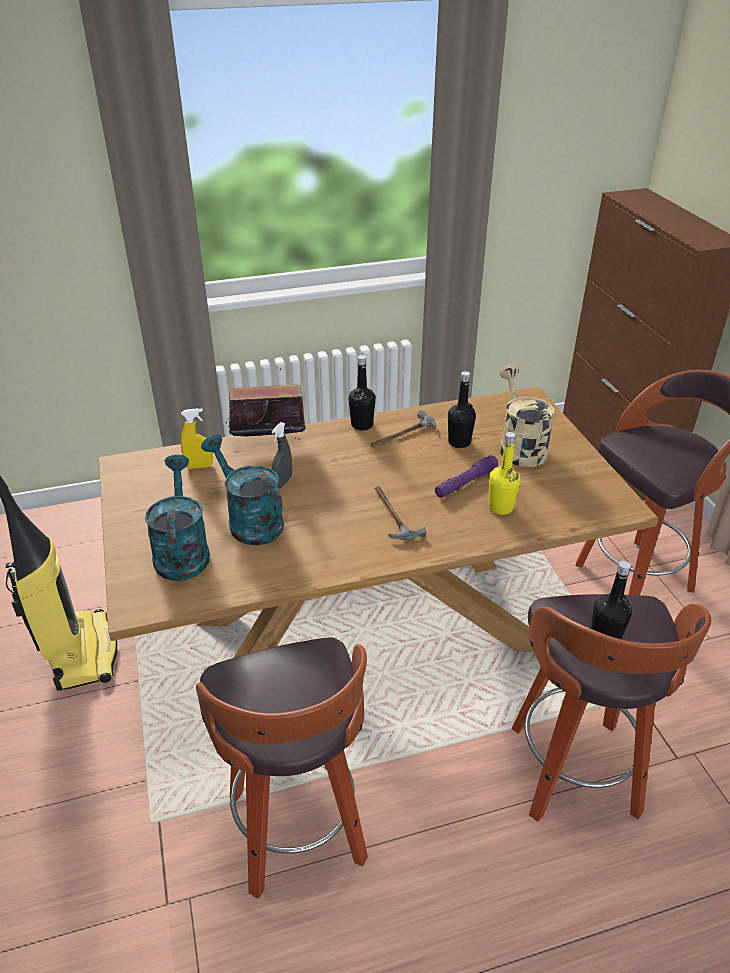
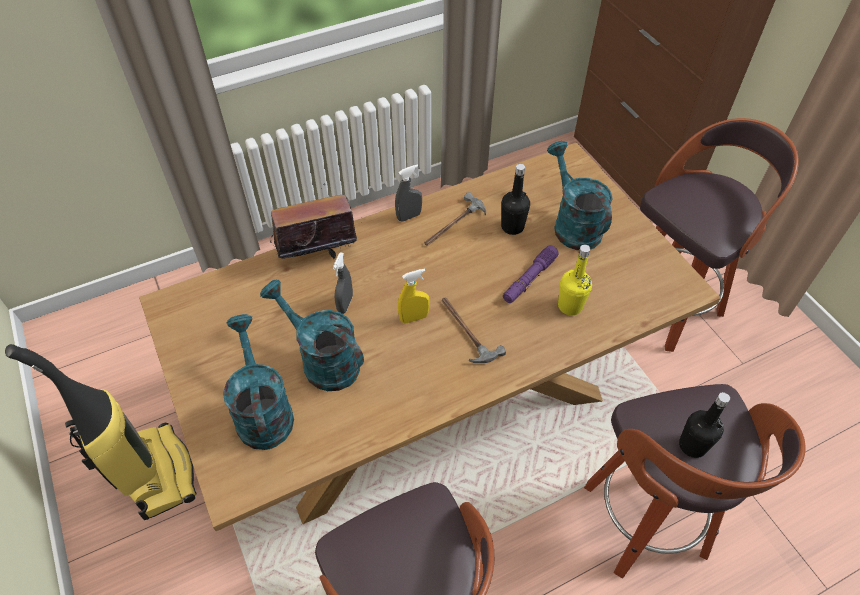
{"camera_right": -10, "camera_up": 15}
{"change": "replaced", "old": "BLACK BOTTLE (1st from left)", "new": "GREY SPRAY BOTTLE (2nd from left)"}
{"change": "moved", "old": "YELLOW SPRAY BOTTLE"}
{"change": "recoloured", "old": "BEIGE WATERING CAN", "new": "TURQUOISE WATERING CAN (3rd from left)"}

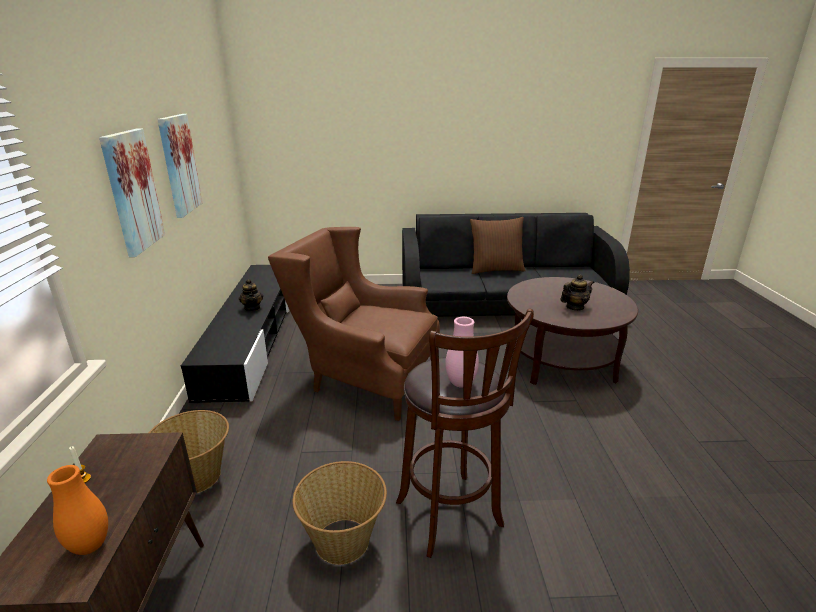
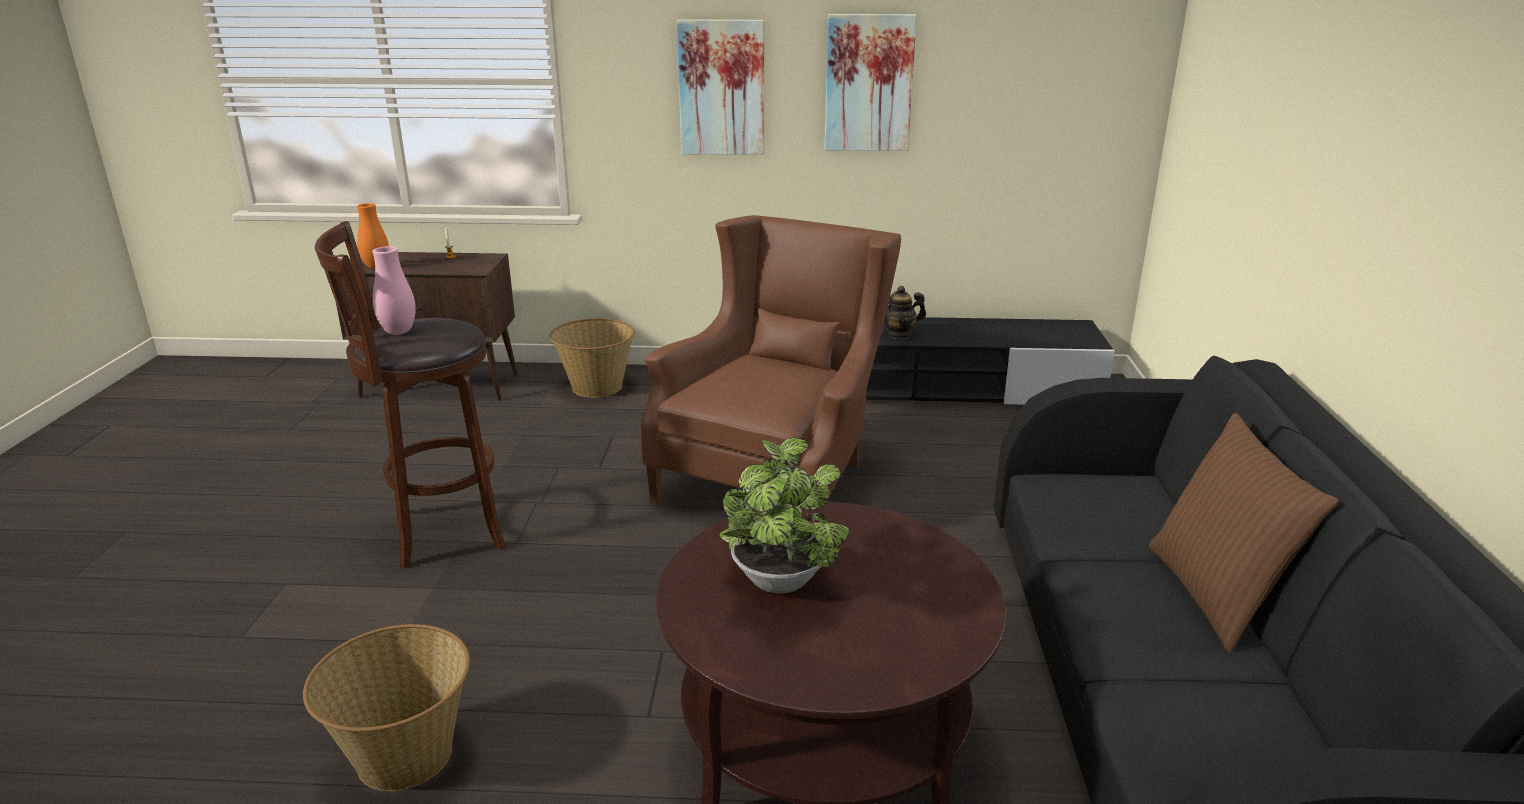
{"camera_right": 95, "camera_up": 0}
{"change": "moved", "old": "BASKET (2nd from left in the first image)", "new": "BASKET (1st from left)"}
{"change": "replaced", "old": "TEAPOT (2nd from left)", "new": "POTTED PLANT"}

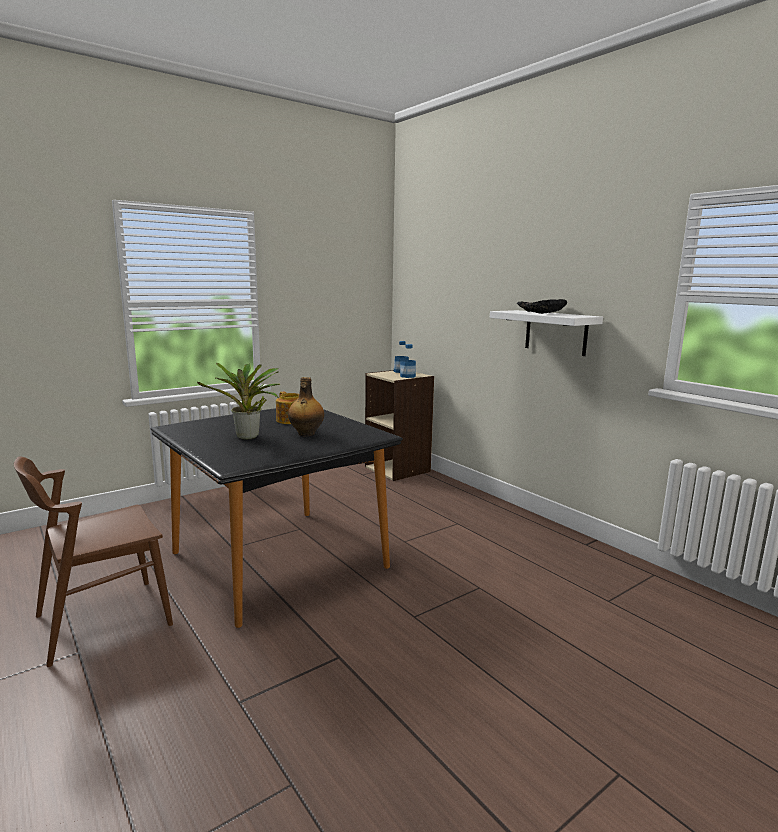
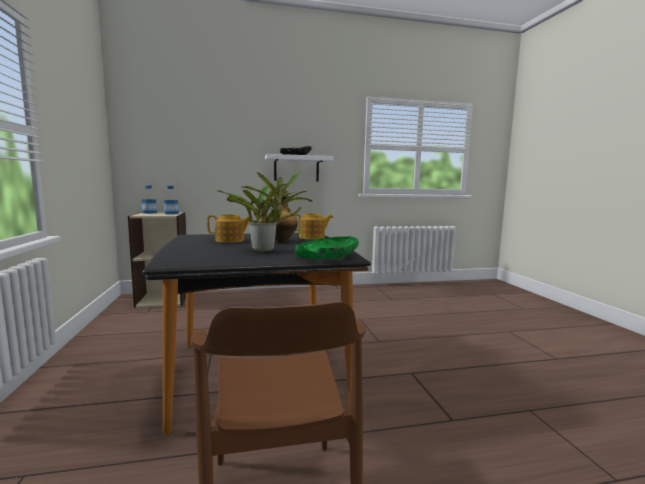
{"camera_right": -65, "camera_up": -5}
{"change": "added", "new": "TEAPOT (2nd from left)"}
{"change": "added", "new": "GREEN BOWL"}

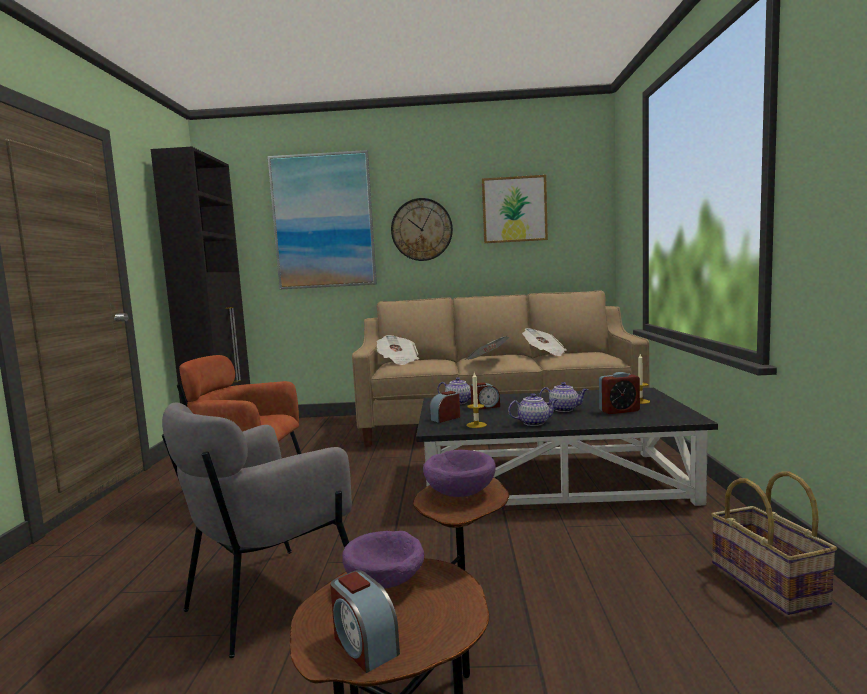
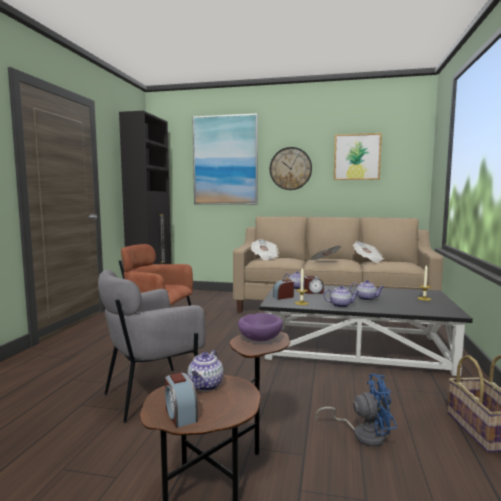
{"camera_right": 10, "camera_up": 0}
{"change": "replaced", "old": "PURPLE BOWL (1st from left)", "new": "TEAPOT (1st from left)"}
{"change": "added", "new": "BLUE FAN"}
{"change": "removed", "old": "ALARM CLOCK (4th from left)"}

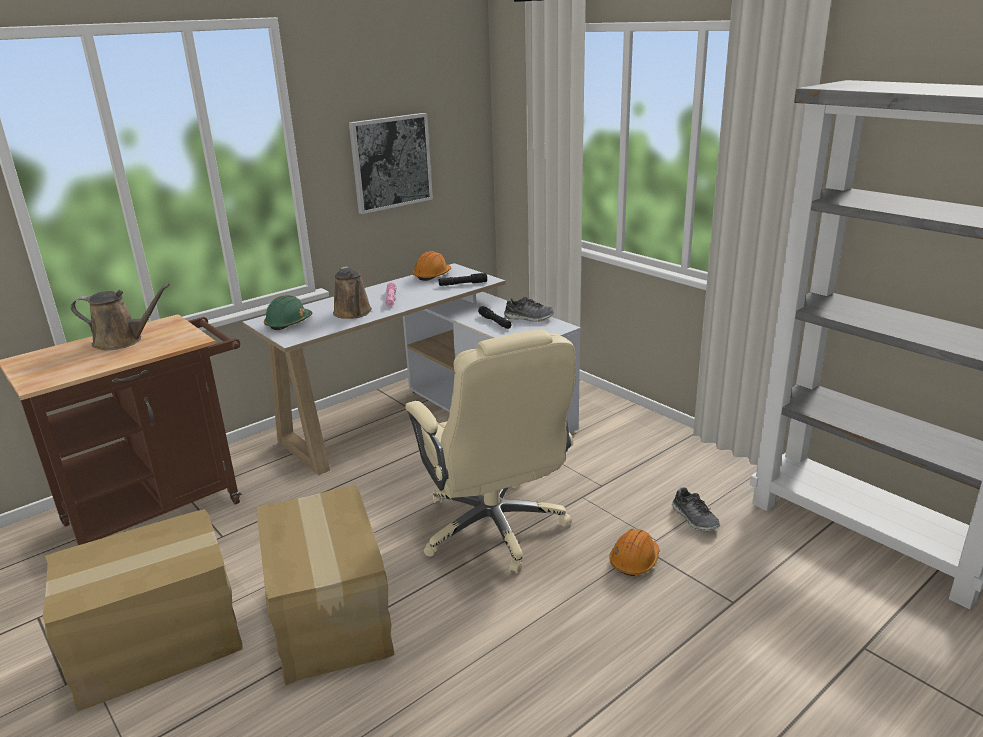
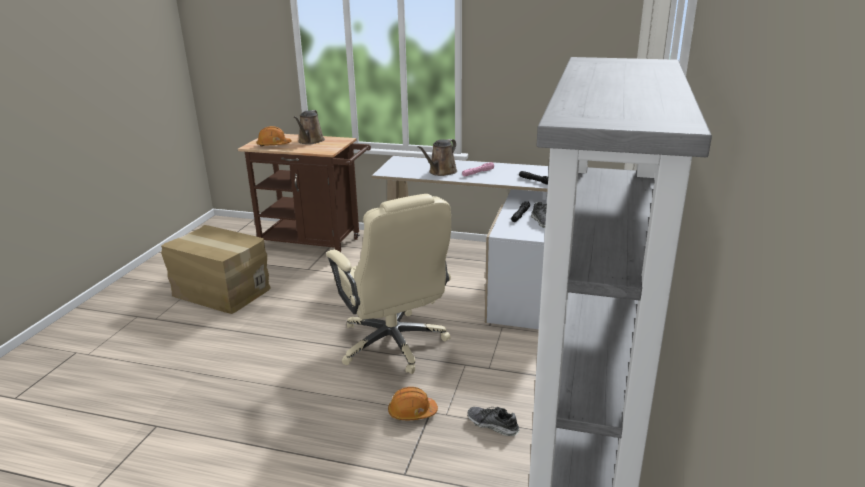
{"camera_right": 55, "camera_up": 0}
{"change": "moved", "old": "ORANGE HARD HAT (1st from left)"}
{"change": "turned", "old": "BROWN WATERING CAN (1st from left)", "degrees": 45}
{"change": "turned", "old": "BEIGE OFFICE CHAIR", "degrees": -60}
{"change": "turned", "old": "SHOE (2nd from left in the first image)", "degrees": 90}
{"change": "removed", "old": "CARDBOARD BOX (2nd from left)"}
{"change": "removed", "old": "GREEN HARD HAT"}
{"change": "removed", "old": "PICTURE"}

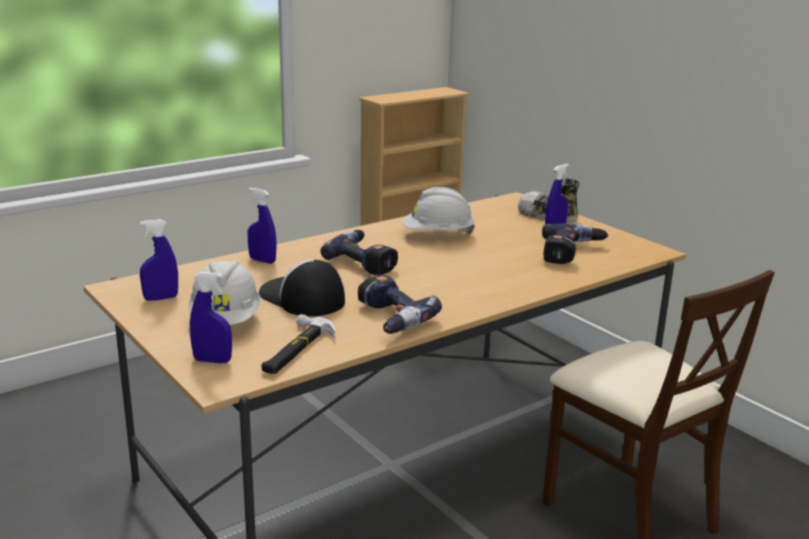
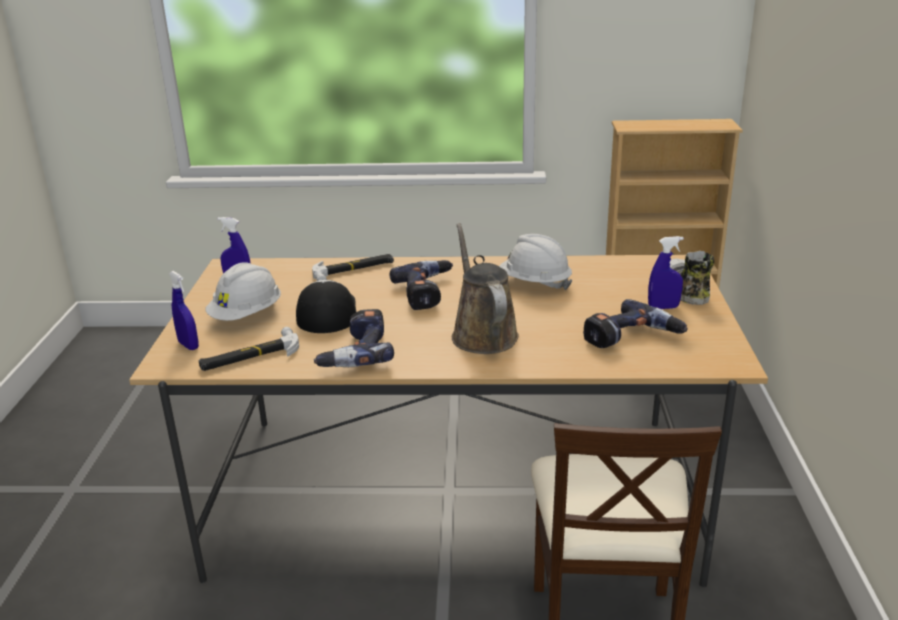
{"camera_right": 40, "camera_up": 5}
{"change": "replaced", "old": "BLUE SPRAY BOTTLE (3rd from left)", "new": "HAMMER (2nd from left)"}
{"change": "added", "new": "BROWN WATERING CAN"}

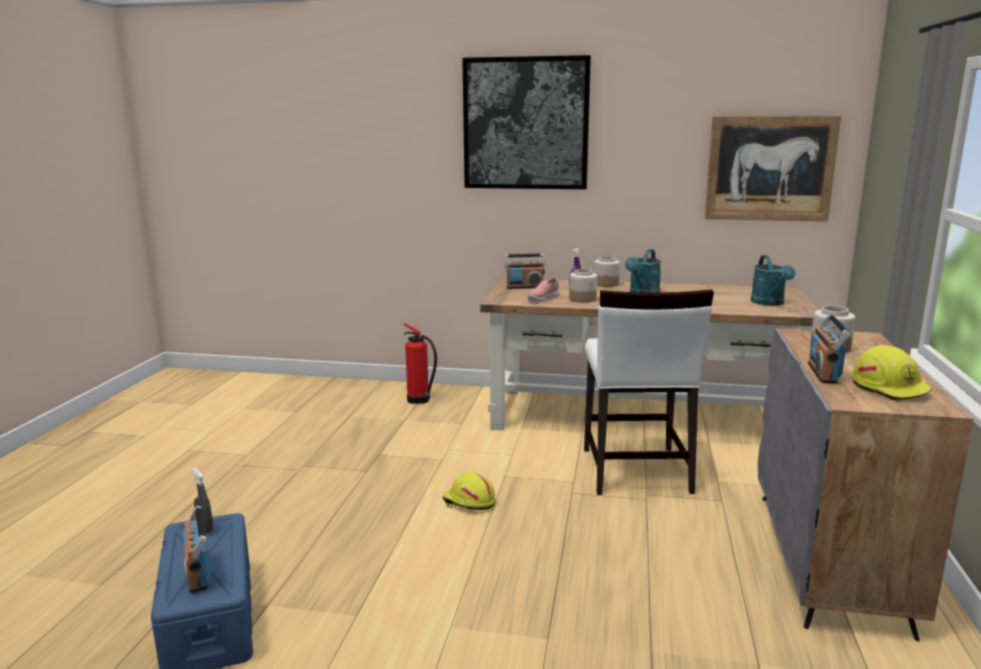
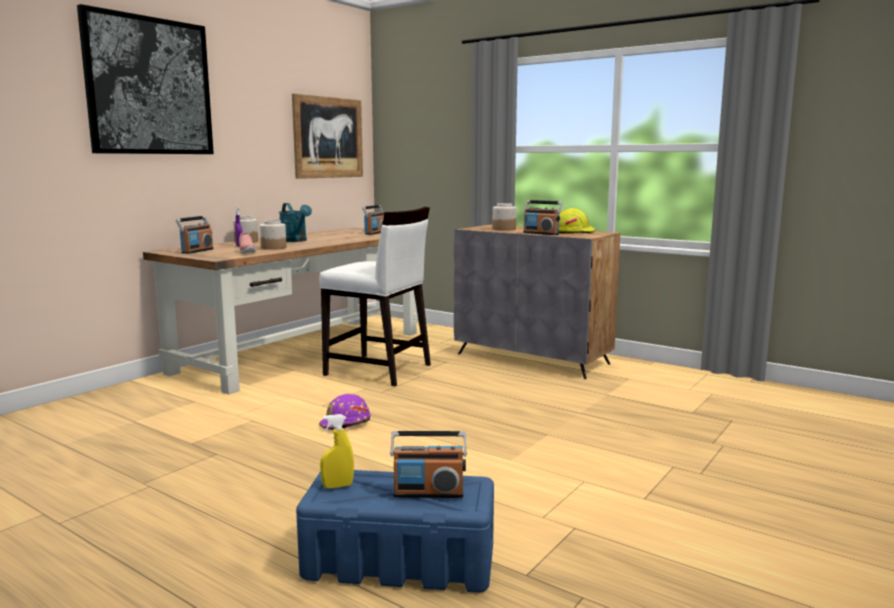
{"camera_right": -65, "camera_up": -5}
{"change": "recoloured", "old": "YELLOW HARD HAT (1st from left)", "new": "PURPLE HARD HAT"}
{"change": "recoloured", "old": "GREY SPRAY BOTTLE", "new": "YELLOW SPRAY BOTTLE"}
{"change": "replaced", "old": "TURQUOISE WATERING CAN (2nd from left)", "new": "RADIO (2nd from left)"}
{"change": "removed", "old": "FIRE EXTINGUISHER"}

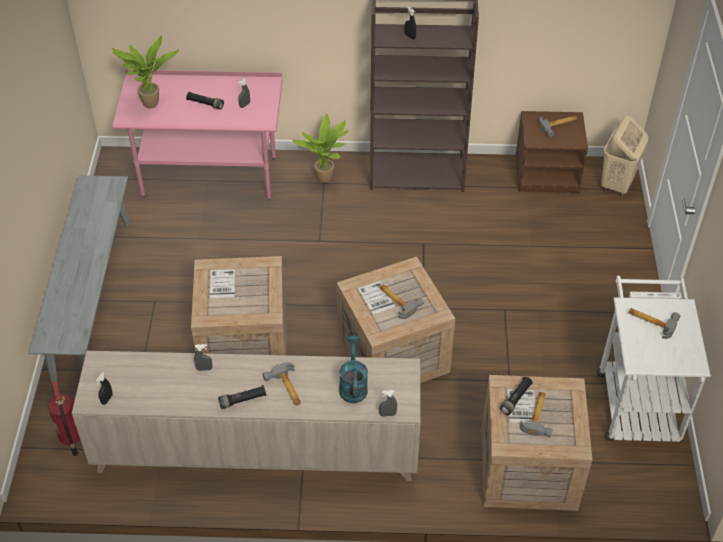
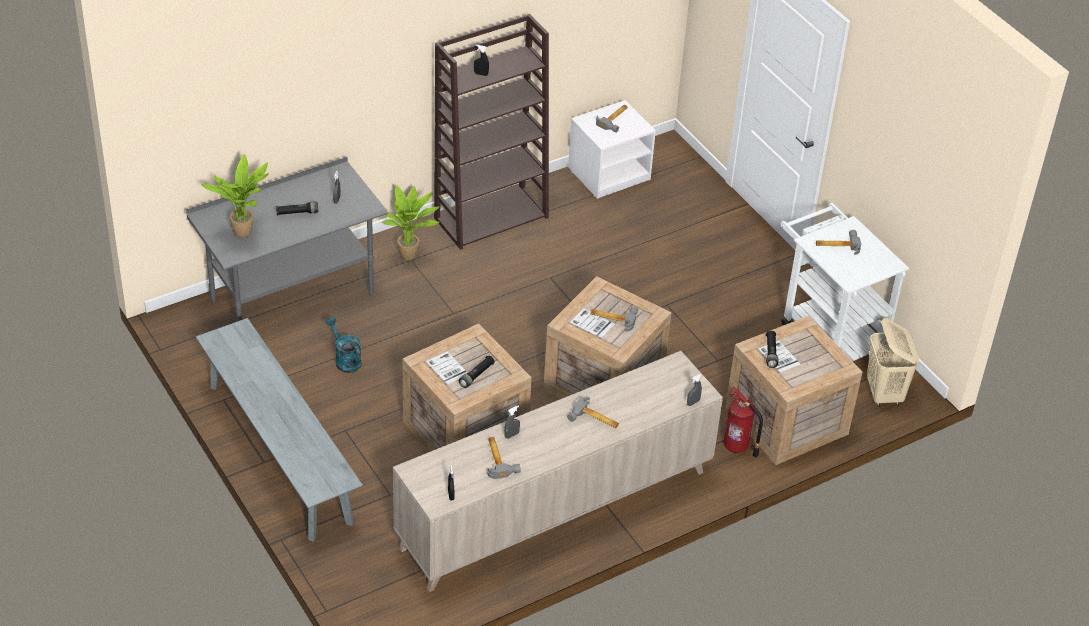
{"camera_right": -35, "camera_up": -5}
{"change": "recoloured", "old": "PINK DESK", "new": "GREY DESK"}
{"change": "moved", "old": "TURQUOISE WATERING CAN"}
{"change": "moved", "old": "BLACK FLASHLIGHT (2nd from left)"}
{"change": "moved", "old": "HAMMER (3rd from left in the first image)", "new": "HAMMER (1st from left)"}
{"change": "recoloured", "old": "BROWN NIGHTSTAND", "new": "WHITE NIGHTSTAND"}
{"change": "moved", "old": "FIRE EXTINGUISHER"}
{"change": "moved", "old": "BEIGE LAUNDRY BASKET"}

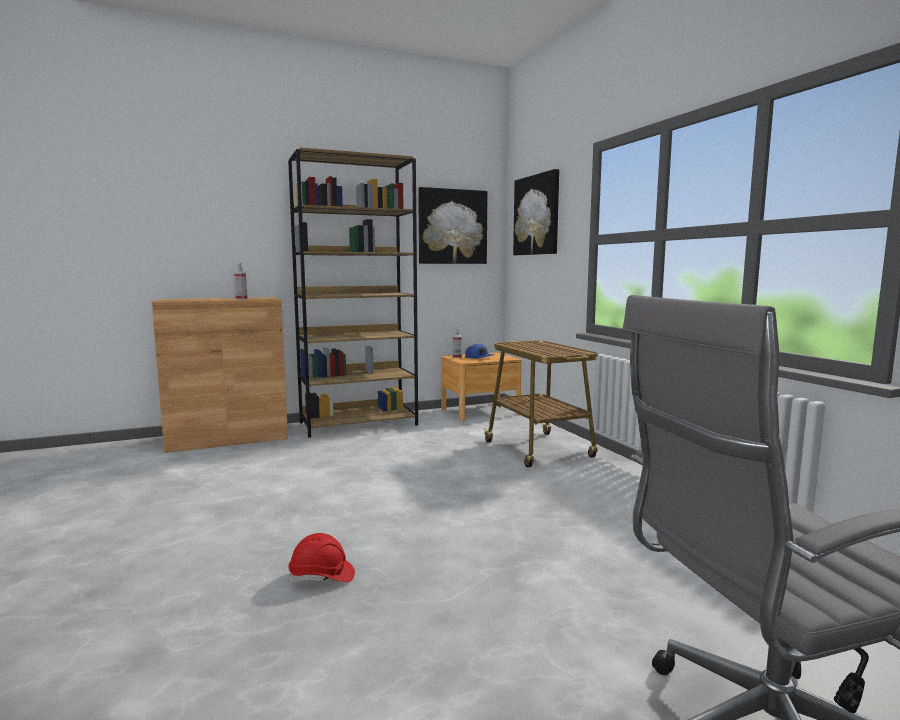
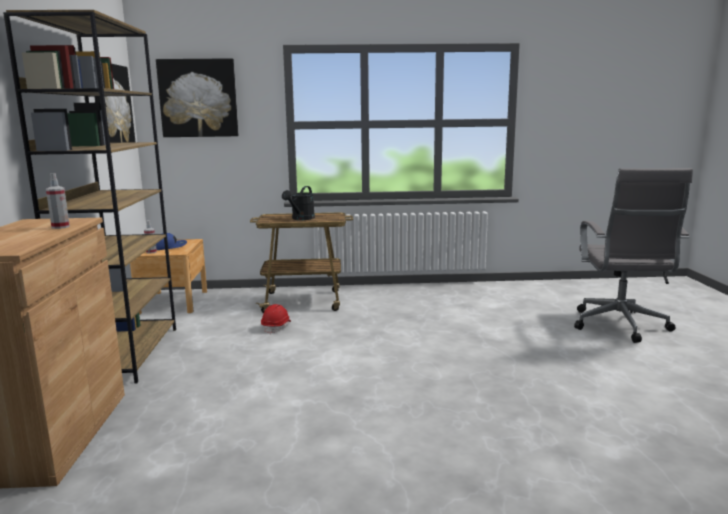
{"camera_right": -70, "camera_up": 5}
{"change": "moved", "old": "RED HARD HAT"}
{"change": "added", "new": "BLACK WATERING CAN"}

